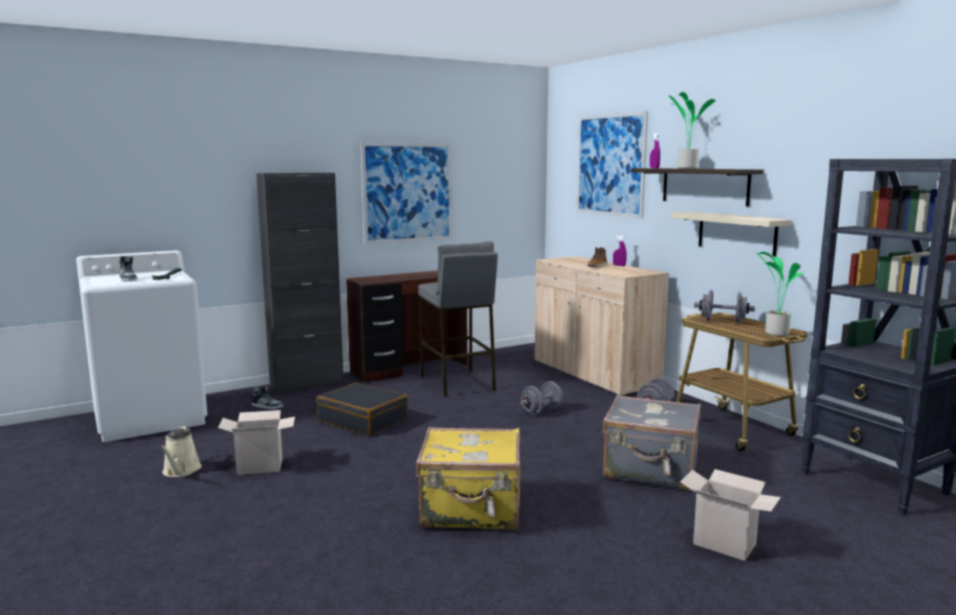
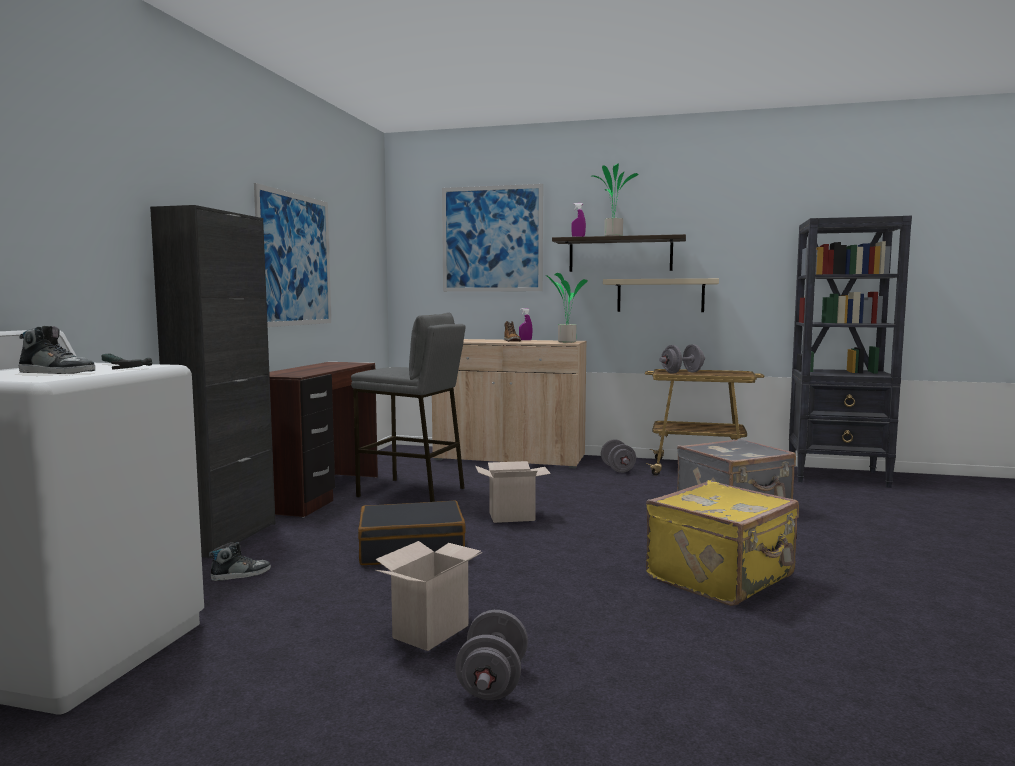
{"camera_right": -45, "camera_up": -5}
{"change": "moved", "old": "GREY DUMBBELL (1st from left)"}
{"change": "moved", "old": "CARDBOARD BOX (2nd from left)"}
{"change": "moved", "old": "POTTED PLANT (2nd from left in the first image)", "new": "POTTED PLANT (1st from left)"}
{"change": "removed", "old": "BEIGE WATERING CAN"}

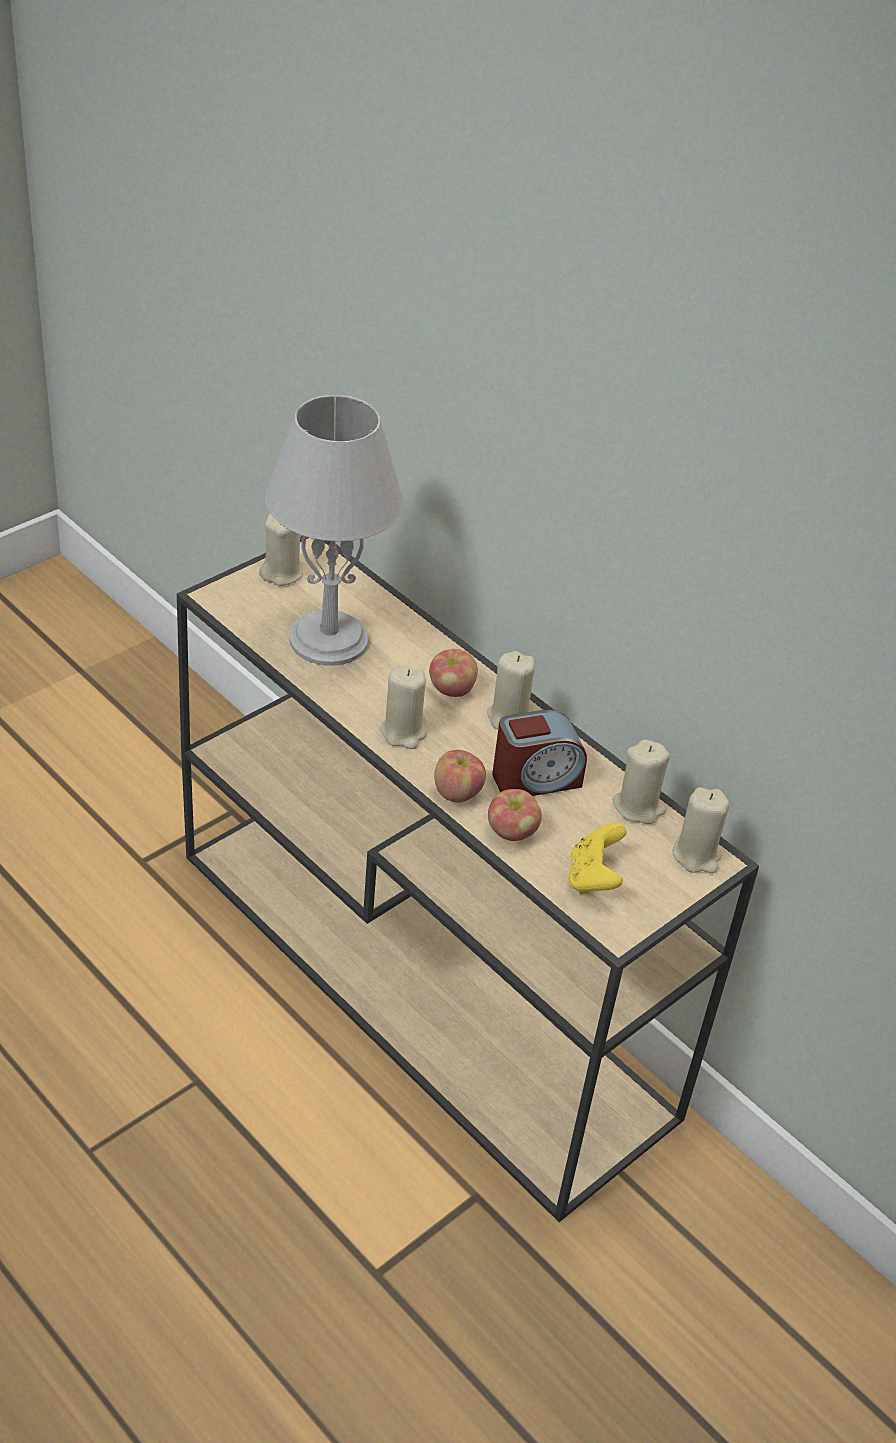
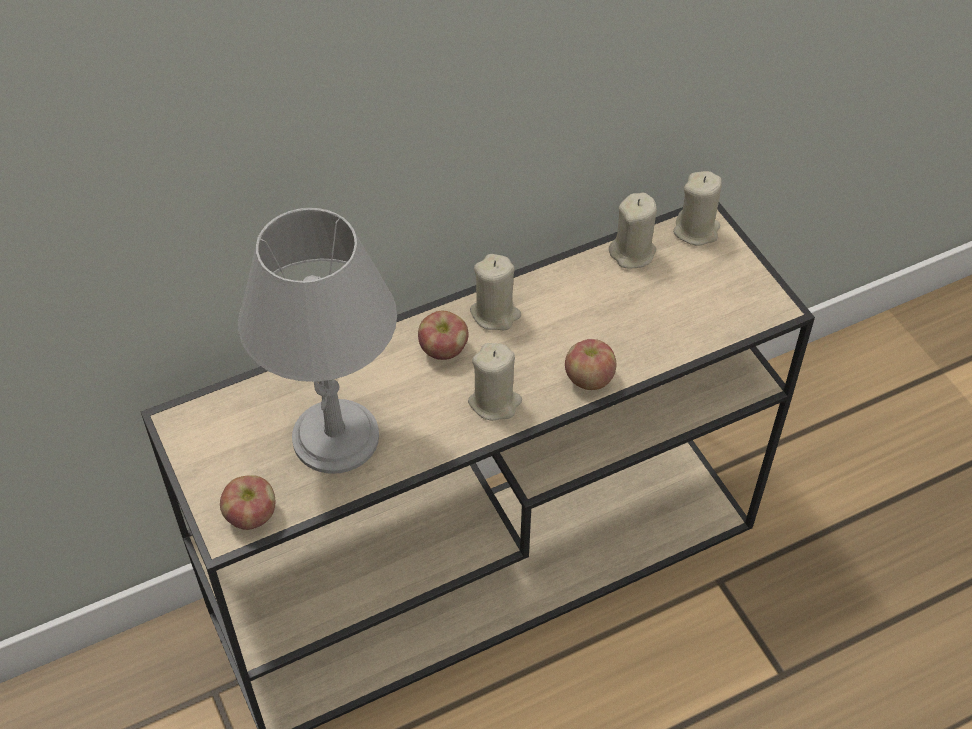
{"camera_right": -70, "camera_up": 10}
{"change": "moved", "old": "APPLE (3rd from left in the first image)", "new": "APPLE (1st from left)"}
{"change": "removed", "old": "BEIGE CANDLE (1st from left)"}
{"change": "removed", "old": "ALARM CLOCK"}
{"change": "removed", "old": "YELLOW GAME CONTROLLER"}

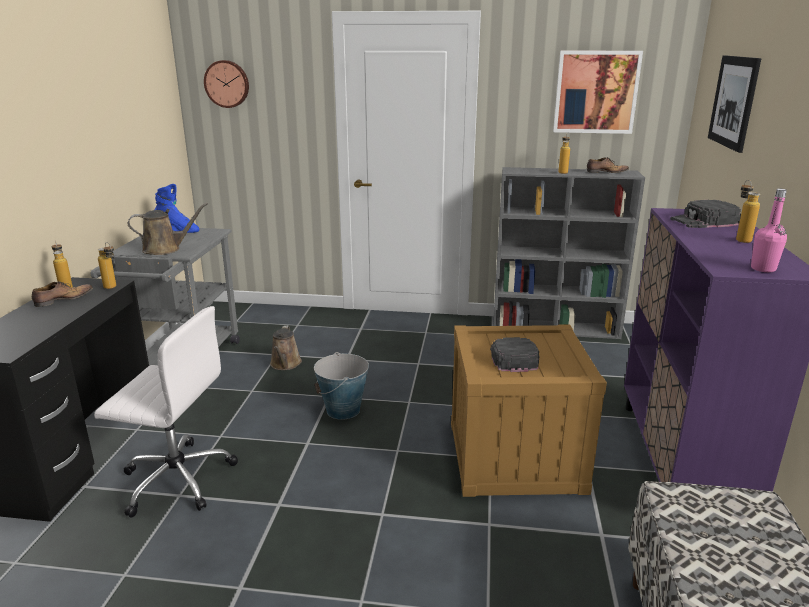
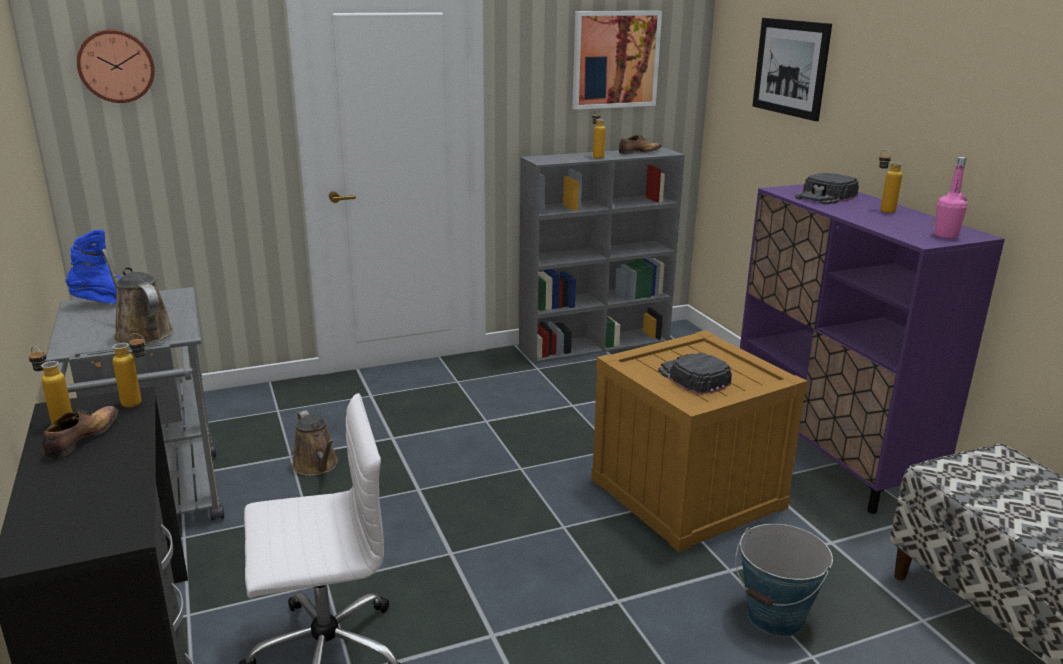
{"camera_right": -30, "camera_up": 0}
{"change": "turned", "old": "BROWN WATERING CAN (1st from left)", "degrees": -90}
{"change": "moved", "old": "BUCKET"}

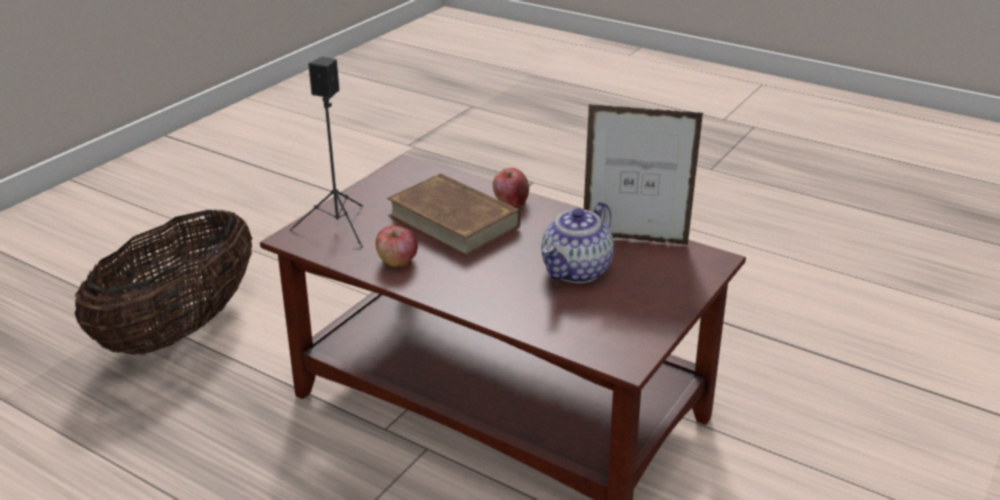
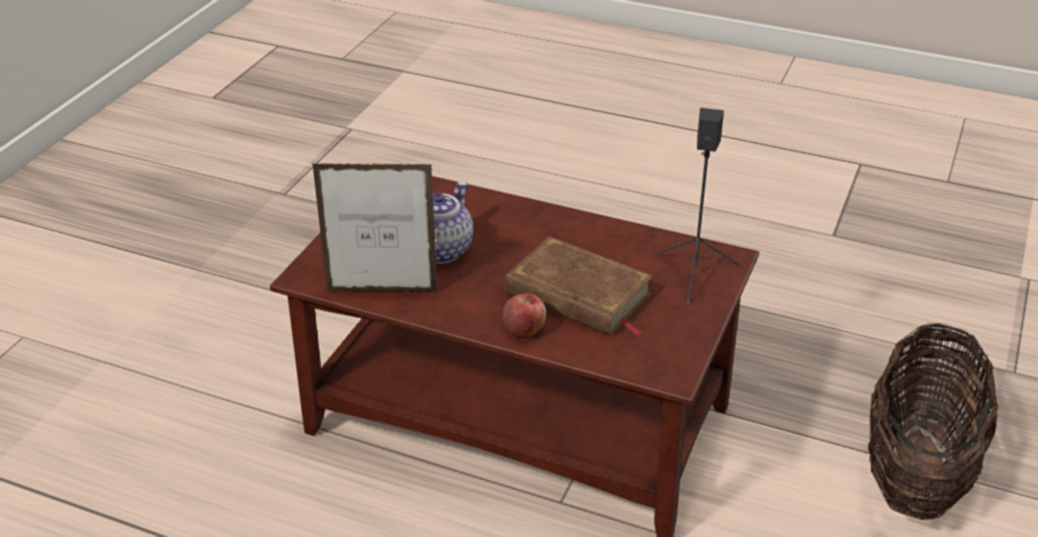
{"camera_right": 170, "camera_up": 5}
{"change": "removed", "old": "APPLE (1st from left)"}

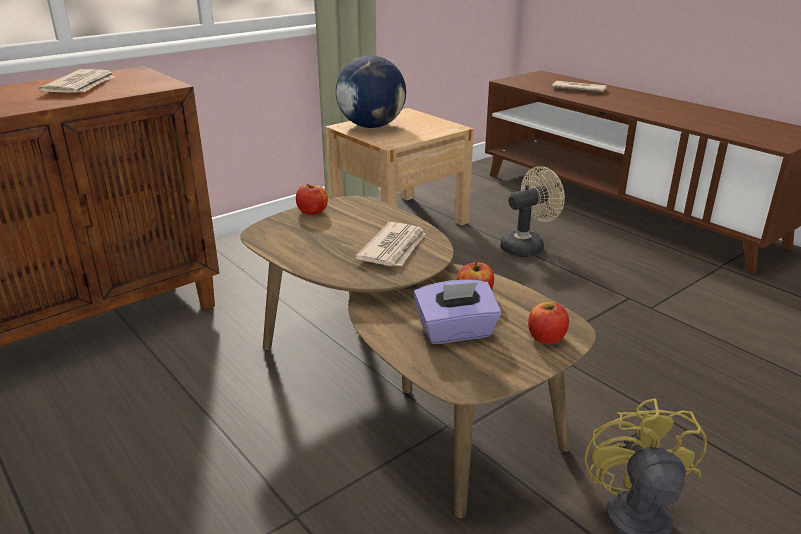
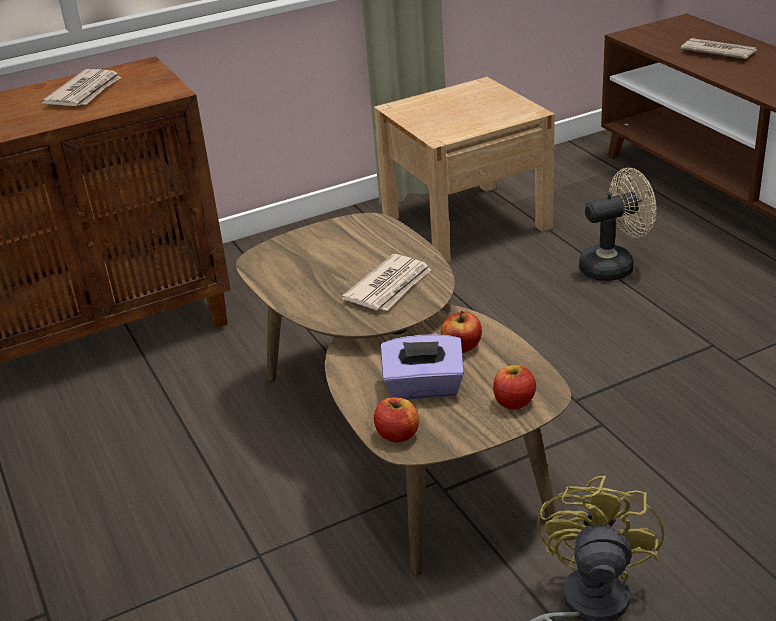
{"camera_right": 15, "camera_up": 5}
{"change": "moved", "old": "APPLE (1st from left)"}
{"change": "removed", "old": "GLOBE"}

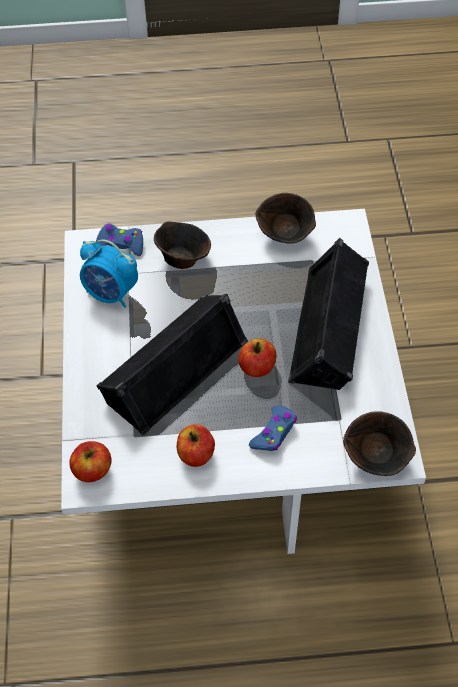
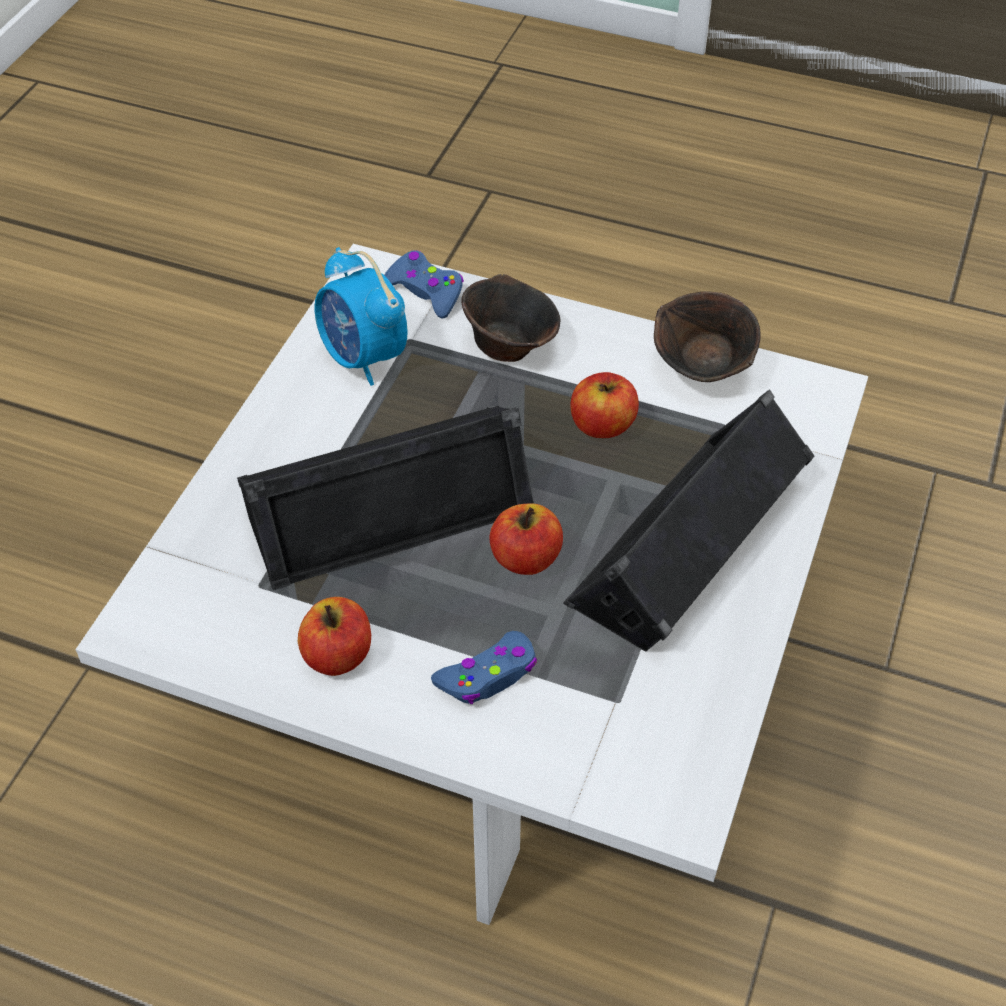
{"camera_right": 25, "camera_up": -5}
{"change": "moved", "old": "APPLE (1st from left in the first image)", "new": "APPLE (3rd from left)"}
{"change": "removed", "old": "BROWN BOWL (3rd from left)"}

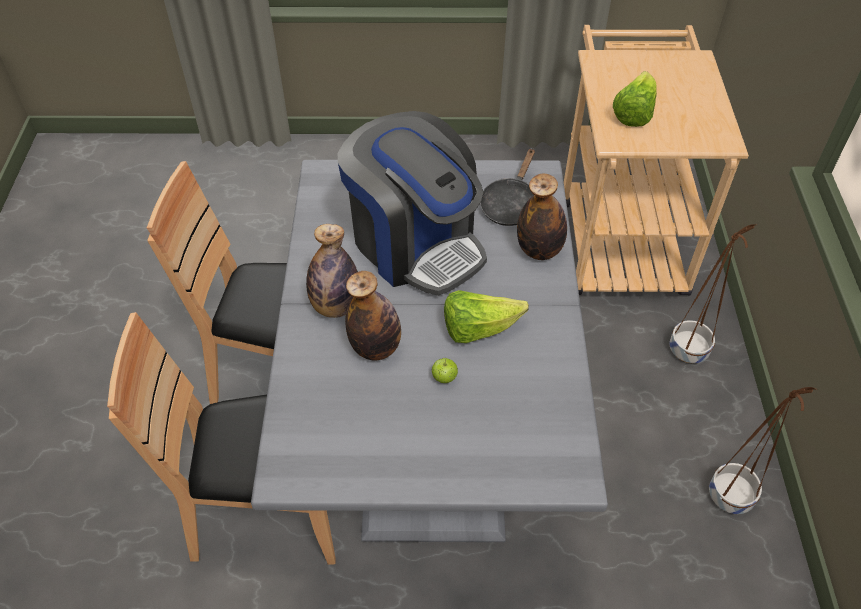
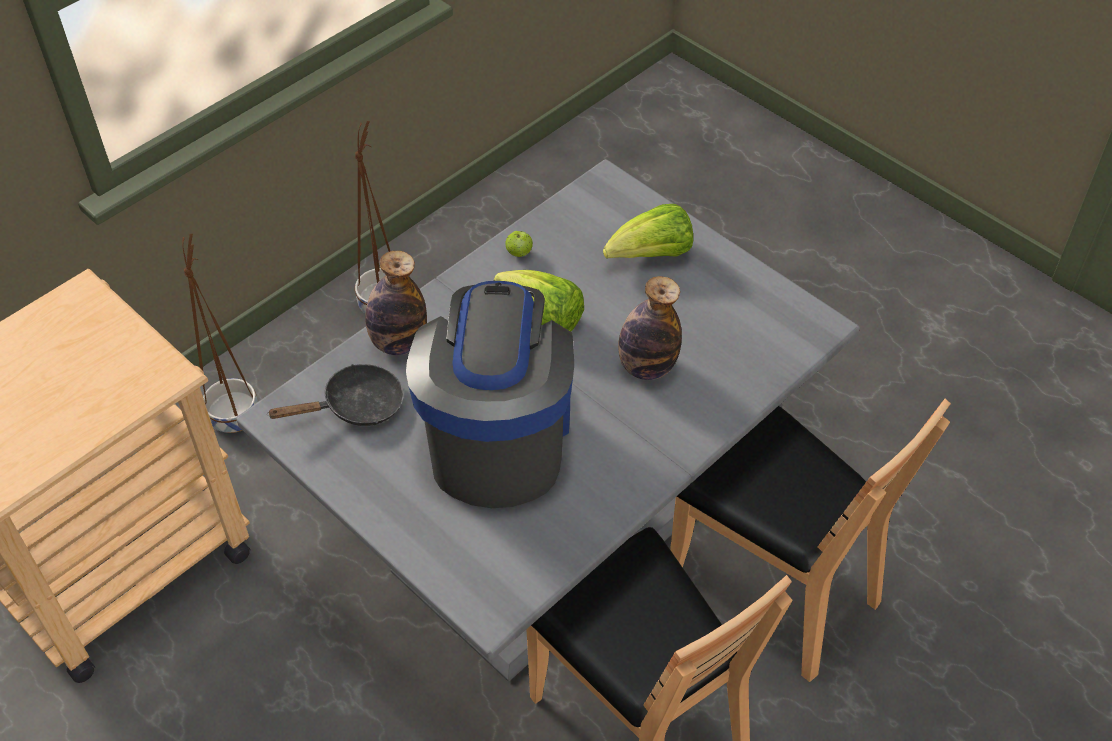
{"camera_right": -135, "camera_up": 0}
{"change": "moved", "old": "APPLE"}
{"change": "moved", "old": "LETTUCE (2nd from left)"}
{"change": "removed", "old": "BOTTLE (1st from left)"}

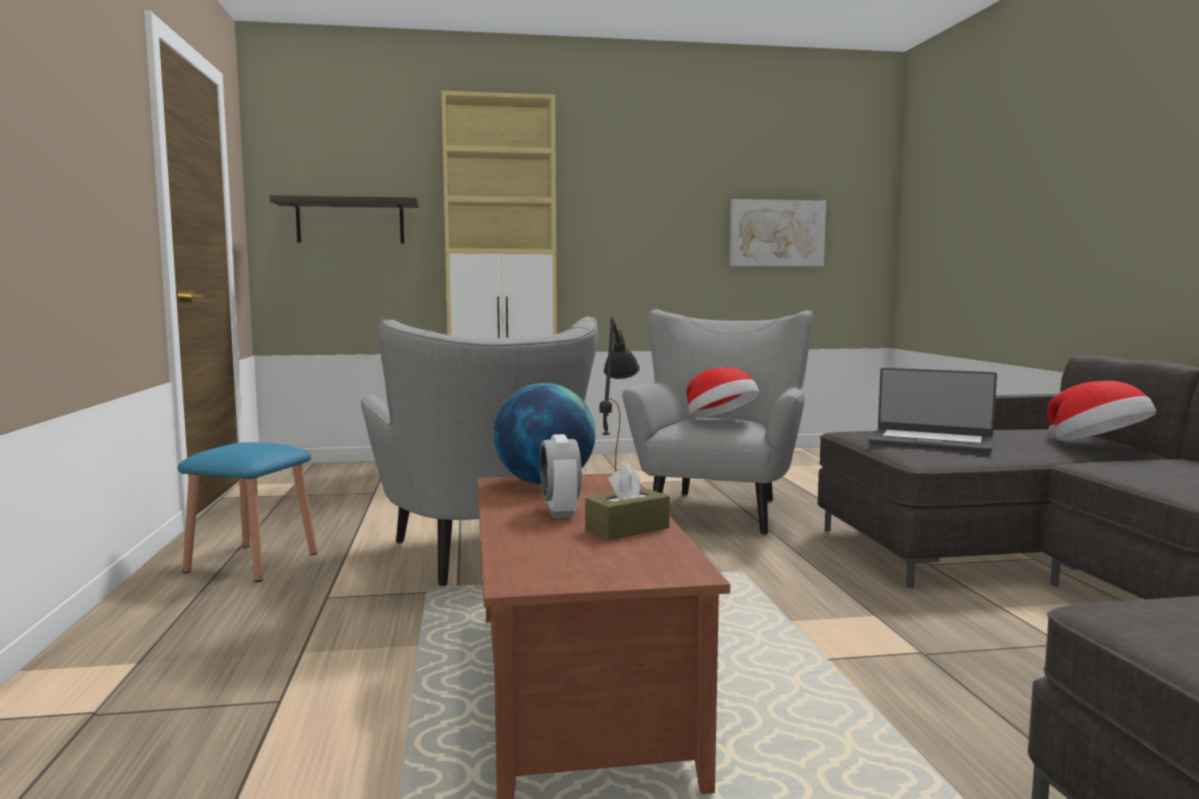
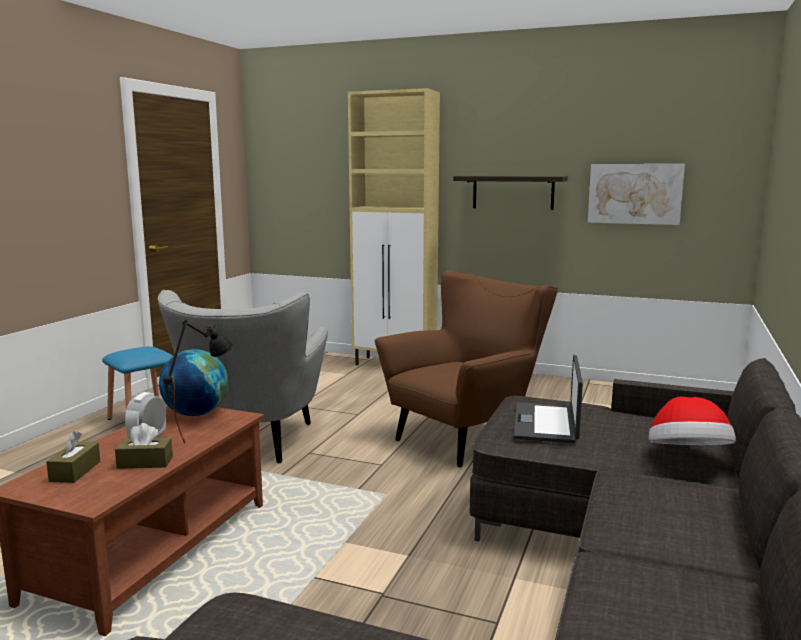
{"camera_right": 30, "camera_up": 5}
{"change": "added", "new": "BROWN TISSUE BOX (1st from left)"}
{"change": "recoloured", "old": "GREY ARMCHAIR (2nd from left)", "new": "BROWN ARMCHAIR"}
{"change": "moved", "old": "SHELF"}
{"change": "turned", "old": "LAPTOP", "degrees": 45}
{"change": "removed", "old": "HAT (1st from left)"}

